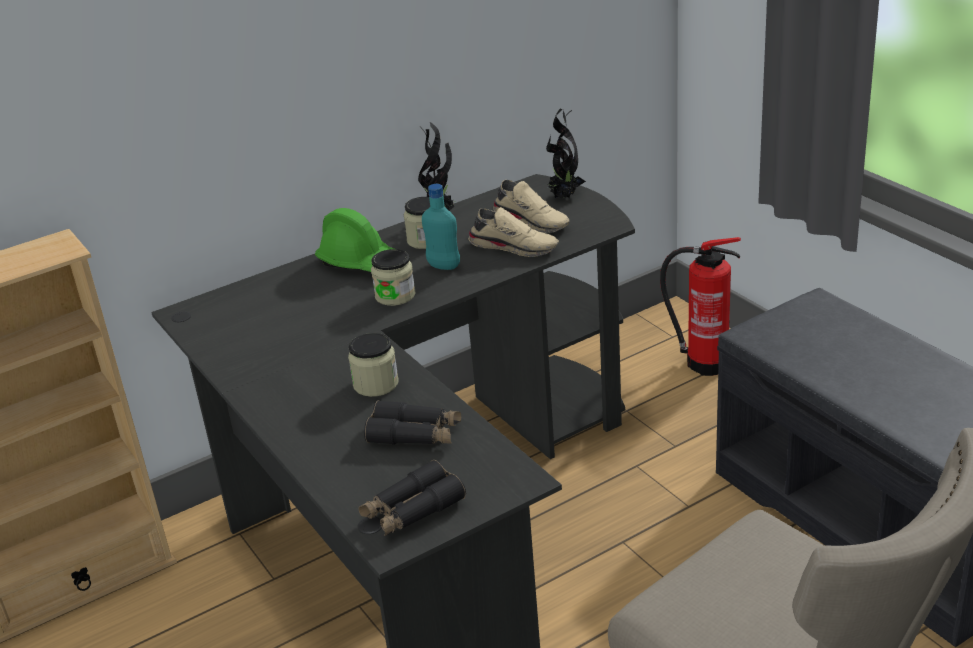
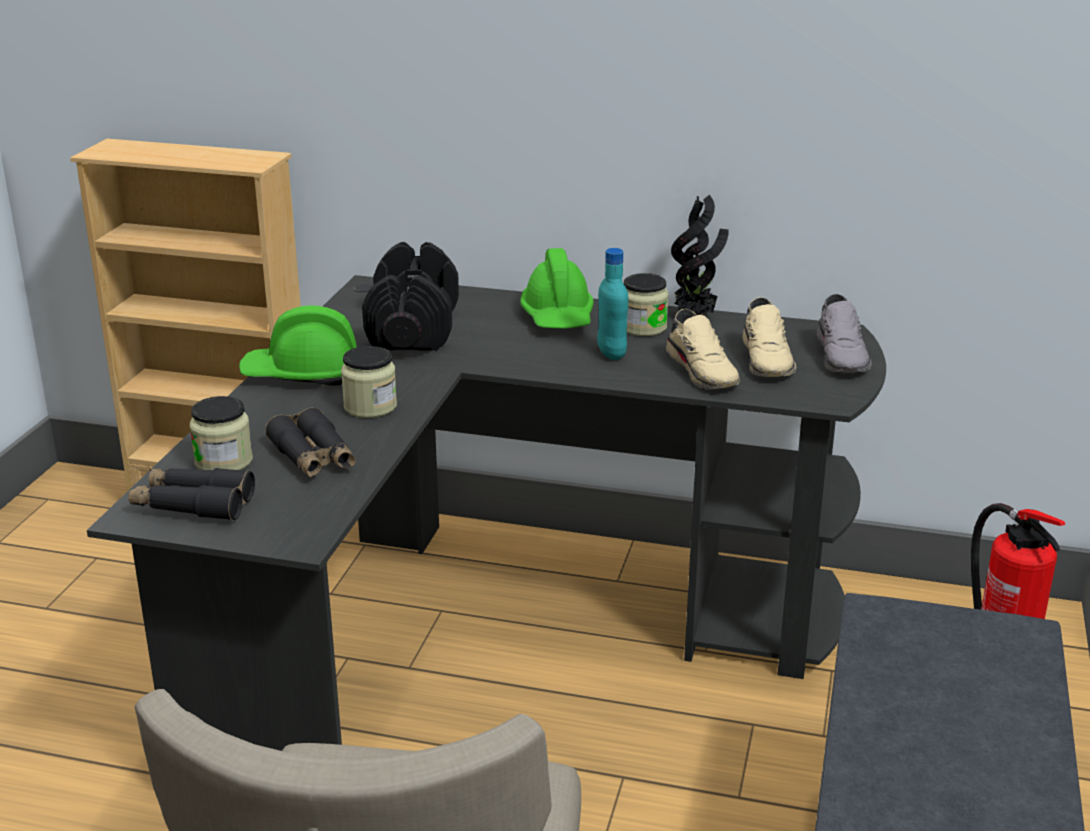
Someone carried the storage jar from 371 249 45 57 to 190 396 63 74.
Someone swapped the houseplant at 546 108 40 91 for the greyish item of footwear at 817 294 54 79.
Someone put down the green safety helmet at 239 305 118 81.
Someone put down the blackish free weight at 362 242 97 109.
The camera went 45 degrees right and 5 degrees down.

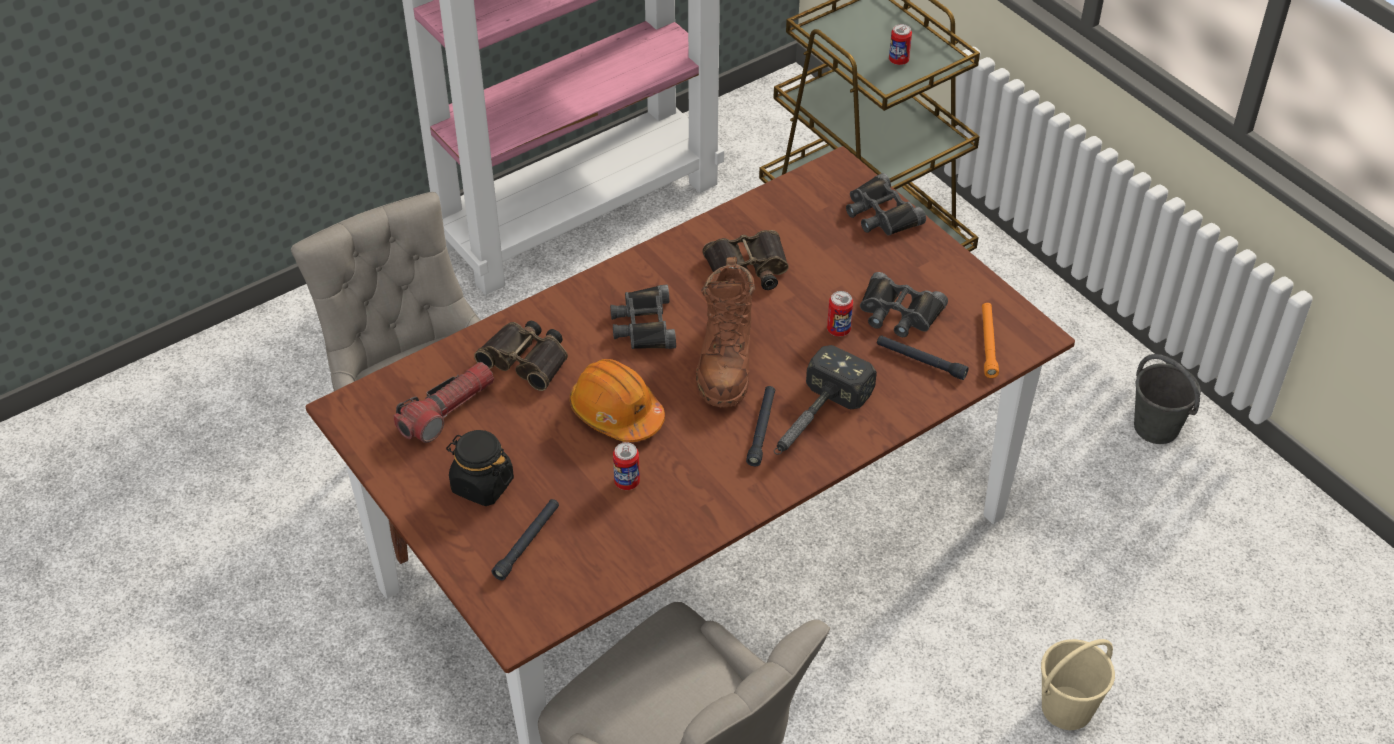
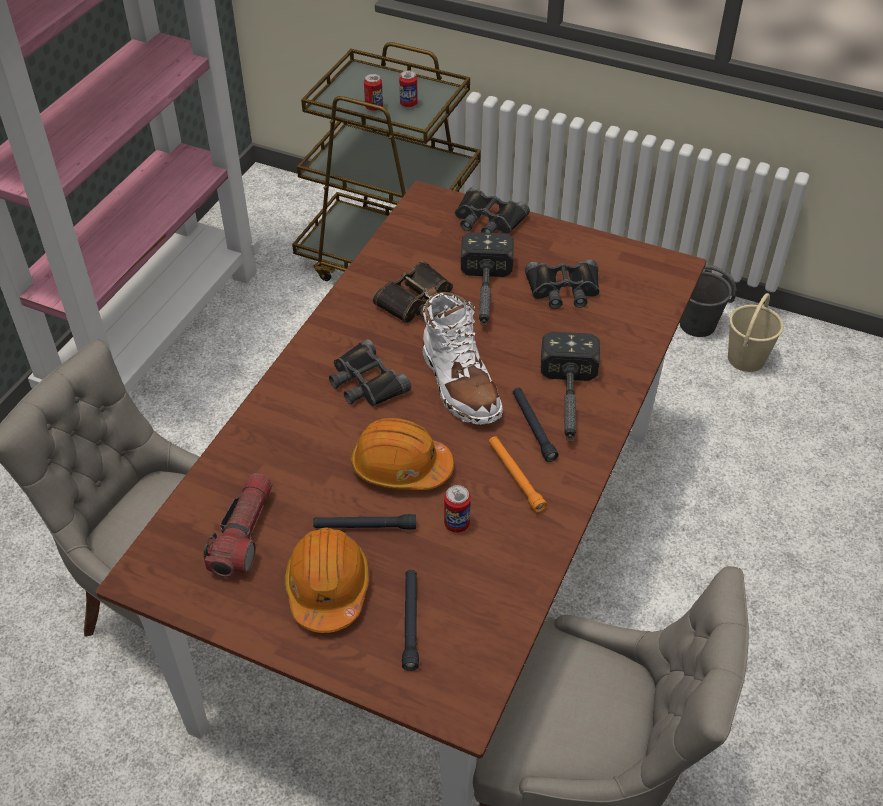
Someone swapped the blackish storage jar at 446 430 68 76 for the orange safety helmet at 284 527 85 106.
Someone took away the field glasses at 474 321 94 70.
Someone repainted the brownish boot at 696 256 59 151, which became the white boot at 423 286 80 139.
Someone carried the metal can from 827 291 26 45 to 364 74 19 37.
Someone carried the blackish torch from 877 335 92 45 to 313 514 103 16.
Someone carried the orange torch from 982 303 17 75 to 489 436 58 77.
Someone carried the beige-coloured pail from 1041 639 74 91 to 728 293 55 79.
Someone put down the hand hammer at 461 232 53 94.
The camera went 30 degrees left and 0 degrees up.

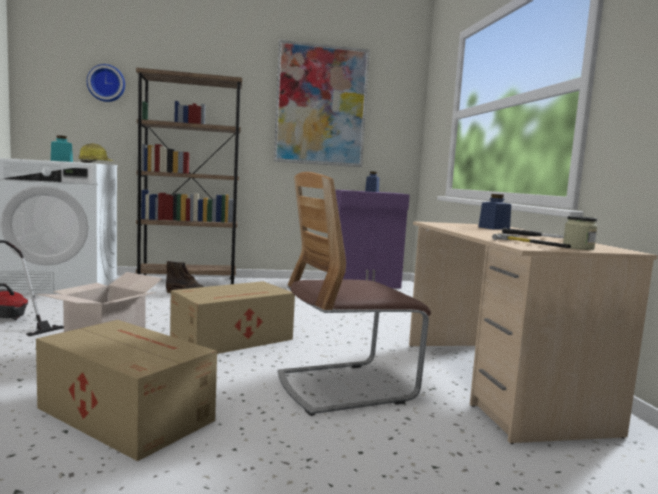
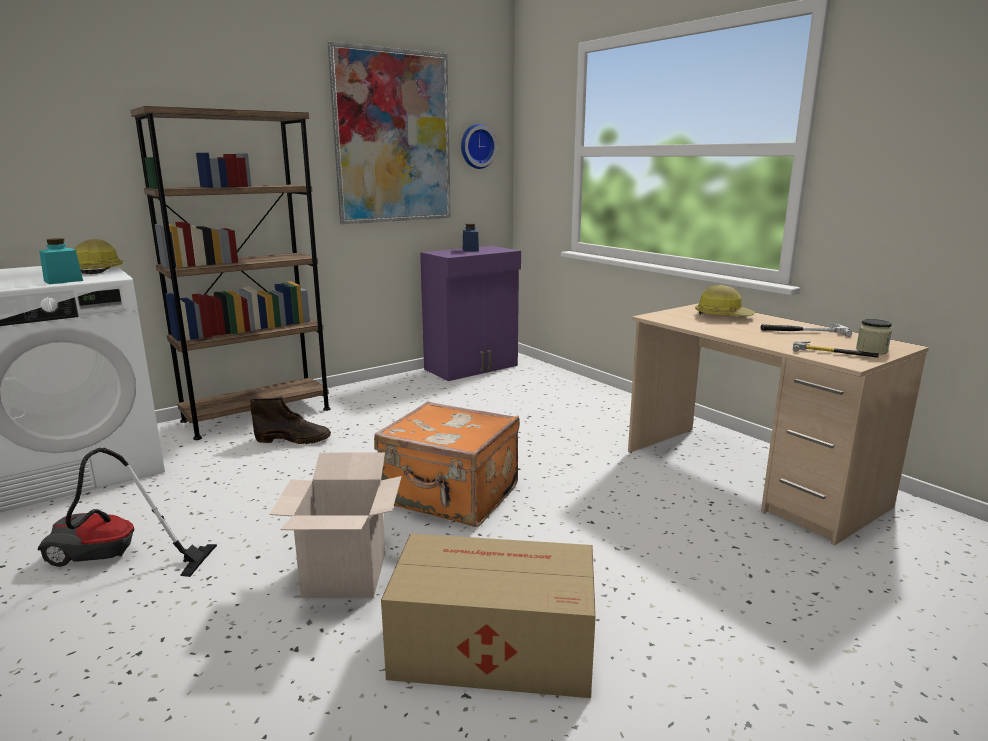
Someone carried the wall clock from 87 64 38 38 to 461 124 36 45.
Someone swapped the carton at 170 281 125 73 for the orange piece of luggage at 374 401 146 126.
Someone took away the chair at 277 172 154 244.
Someone swapped the blue-coloured storage jar at 478 194 33 36 for the safety helmet at 695 285 60 31.
The camera went 25 degrees left and 10 degrees up.

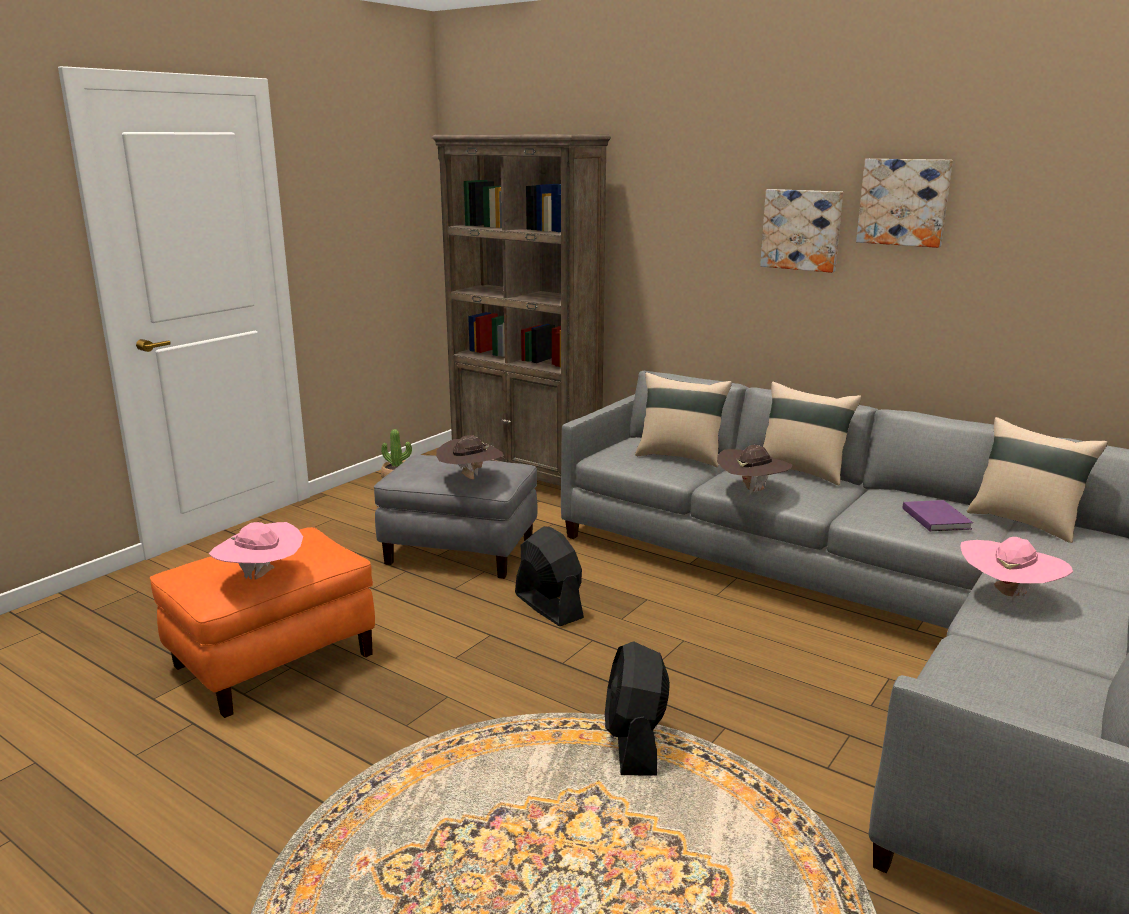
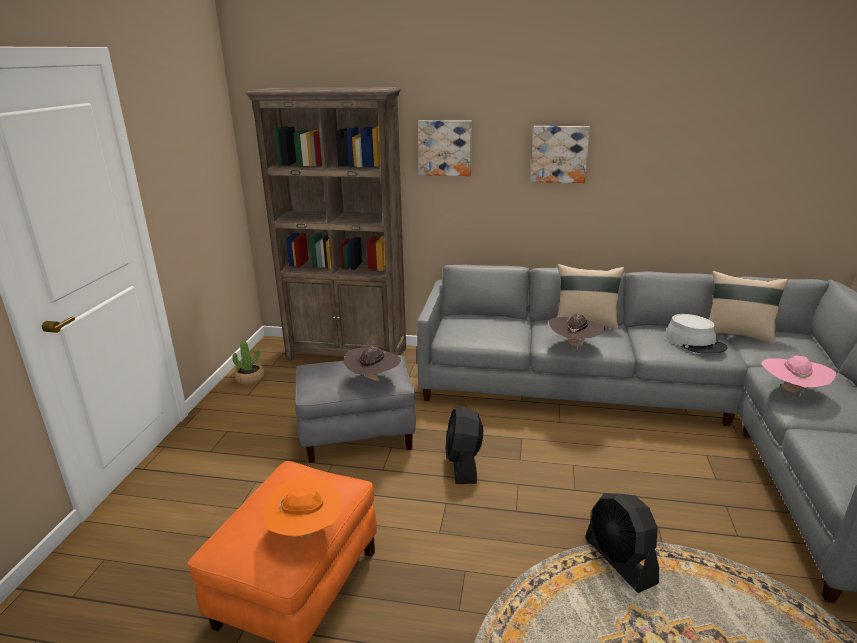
Someone repainted the pink wearable hat at 209 522 94 58, which became the orange wearable hat at 263 474 80 64.
Someone rotated the blackish electric fan at 515 526 69 100 by 120 degrees counterclockwise.
Someone took away the beige-coloured throw pillow at 635 372 97 95.
Someone carried the wall picture from 856 159 97 89 to 418 120 54 56.
Someone swapped the purple volume at 903 500 70 31 for the greyish wearable hat at 665 314 63 39.
The camera went 25 degrees left and 5 degrees up.

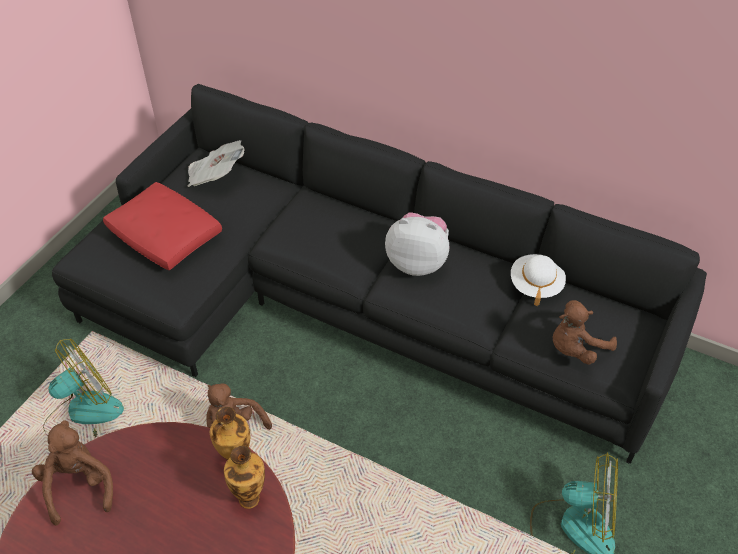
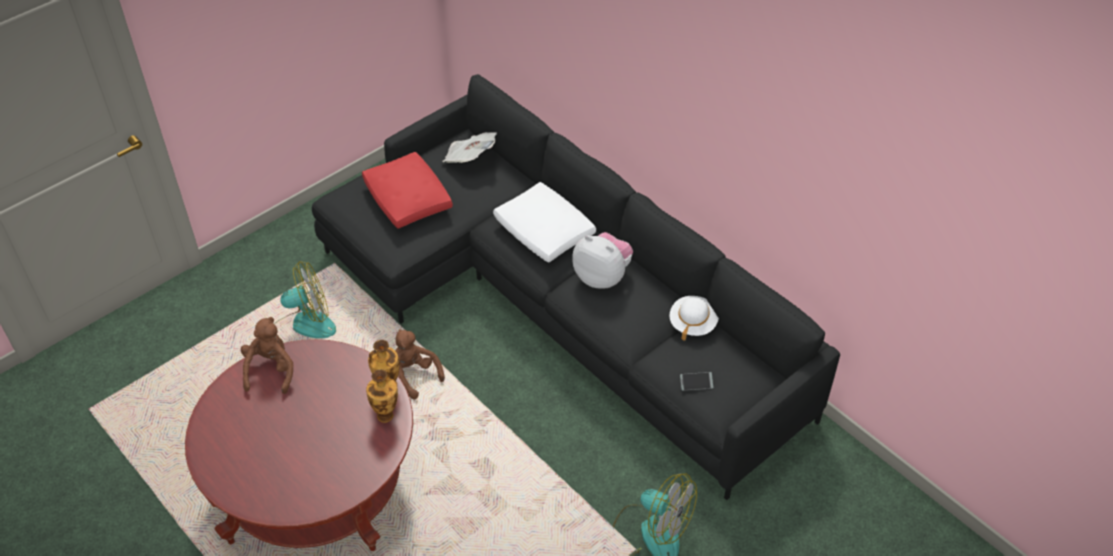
Someone swapped the brownish plush toy at 552 300 65 65 for the phone at 680 372 33 19.
Someone put down the white throw pillow at 493 182 103 80.
The camera went 20 degrees right and 0 degrees up.

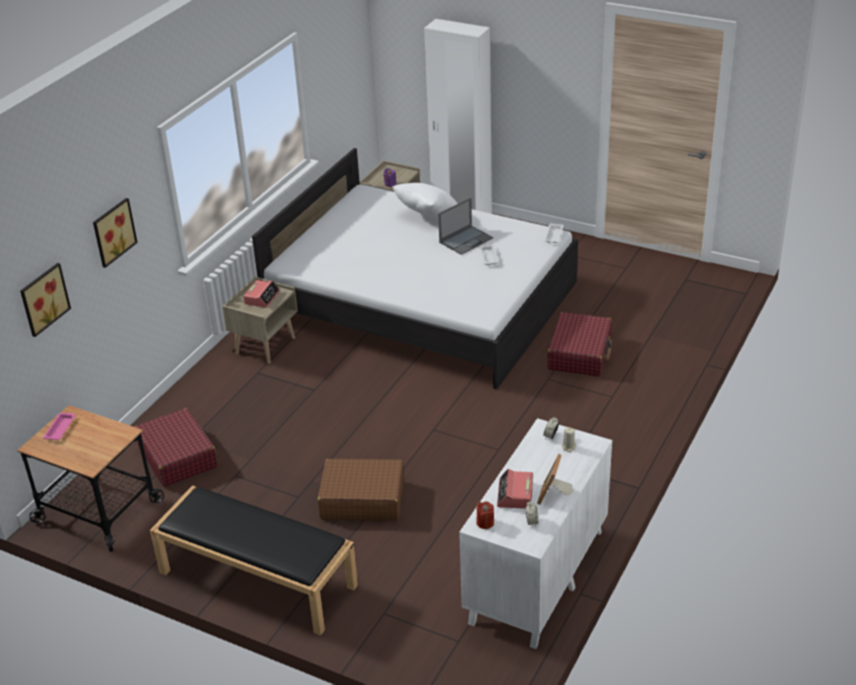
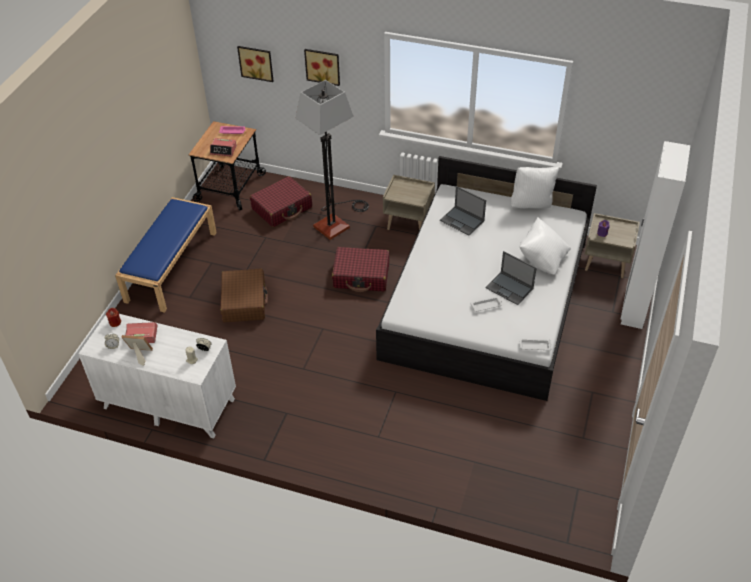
Someone repainted the blackish long seat at 150 485 208 151, which became the blue-coloured long seat at 115 197 102 116.
Someone carried the bedside clock from 243 280 37 28 to 210 138 27 19.
Someone carried the reddish piece of luggage from 547 312 65 65 to 332 247 57 45.
Someone put down the standard lamp at 296 80 73 160.
Someone put down the laptop at 440 186 46 49.
Someone put down the white throw pillow at 511 167 48 42.
The camera went 80 degrees right and 10 degrees up.

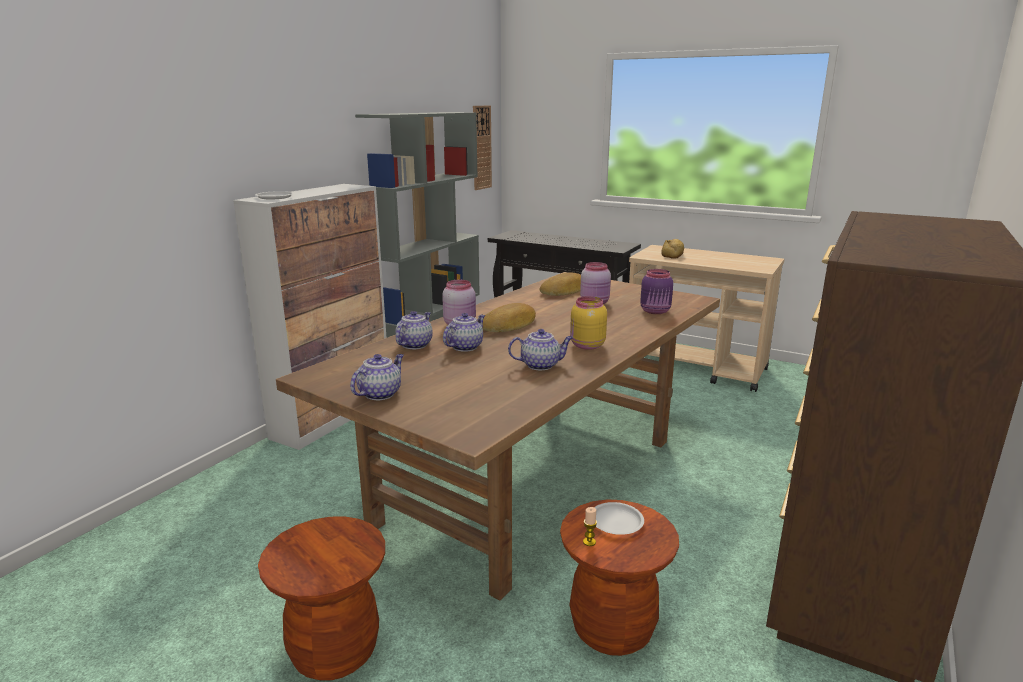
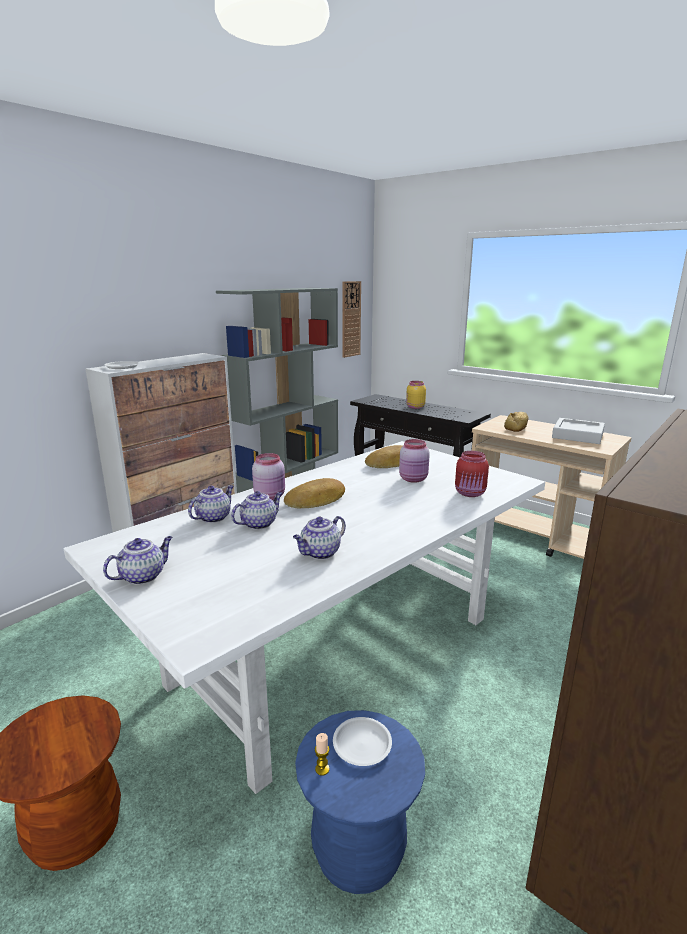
Someone repainted the brownish dinner table at 276 272 444 329, which became the white dinner table at 64 441 481 353.
Someone rotated the pot for tea at 508 329 65 41 by 135 degrees clockwise.
Someone repainted the brownish stool at 560 499 119 157, which became the blue-coloured stool at 295 710 130 184.
Someone carried the yellow storage jar from 570 296 37 54 to 406 381 20 28.
Someone repainted the purple storage jar at 640 269 33 45, which became the reddish storage jar at 455 451 34 46.
Someone put down the greyish carrying tray at 552 418 53 26.
The camera went 10 degrees right and 0 degrees up.

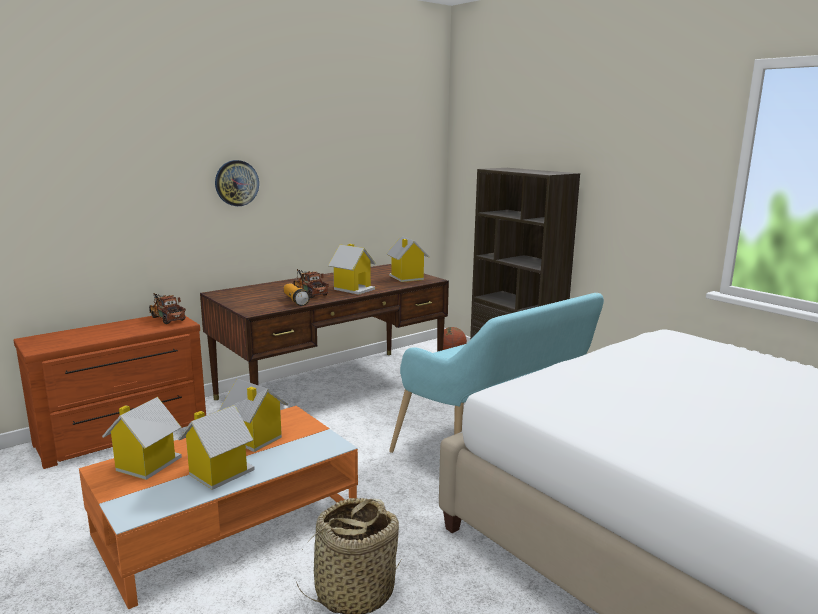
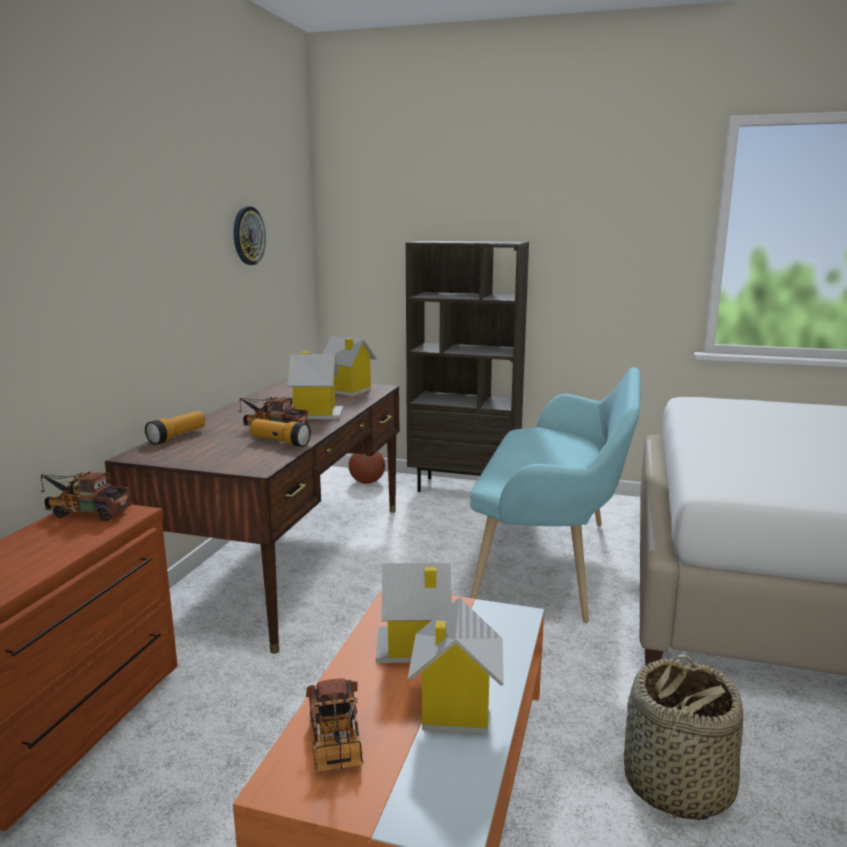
Someone swapped the miniature house at 102 397 80 83 for the toy lorry at 306 679 58 93.
Someone carried the wall clock from 215 160 44 46 to 234 206 32 59.
Someone put down the torch at 145 411 60 33.
The camera went 35 degrees left and 0 degrees up.

